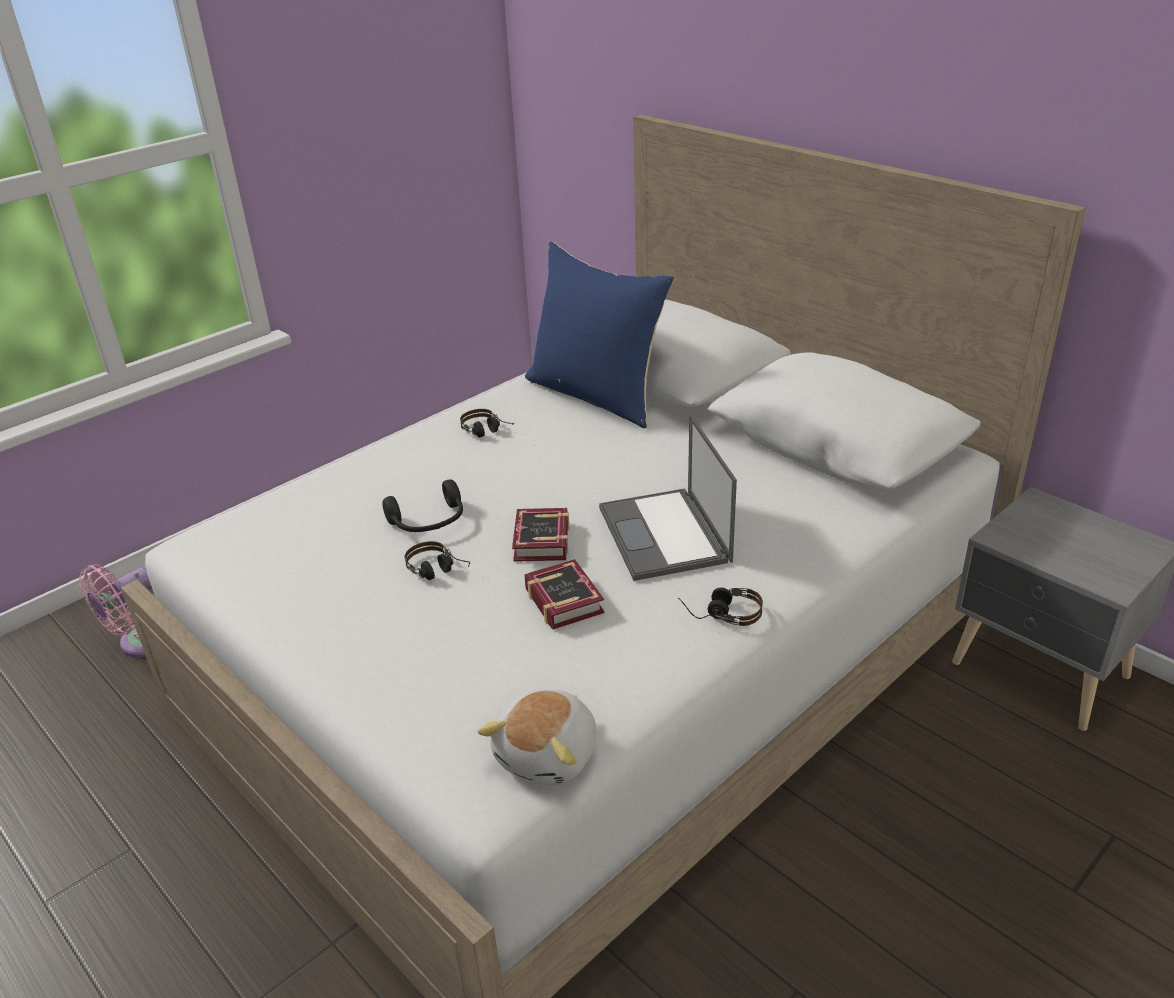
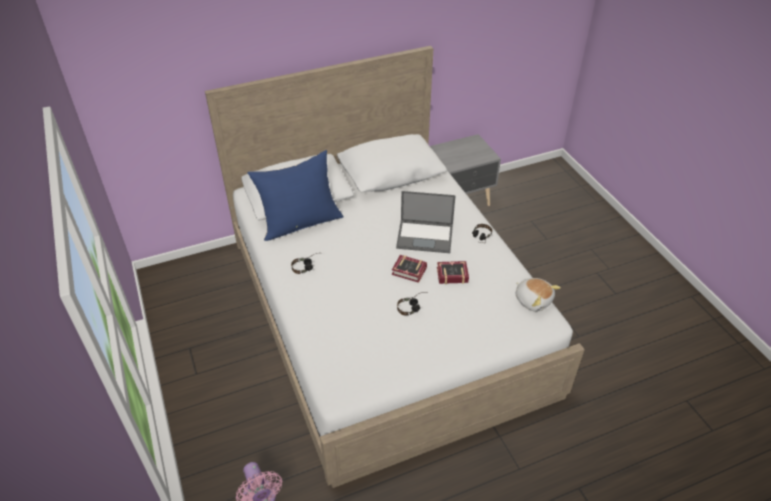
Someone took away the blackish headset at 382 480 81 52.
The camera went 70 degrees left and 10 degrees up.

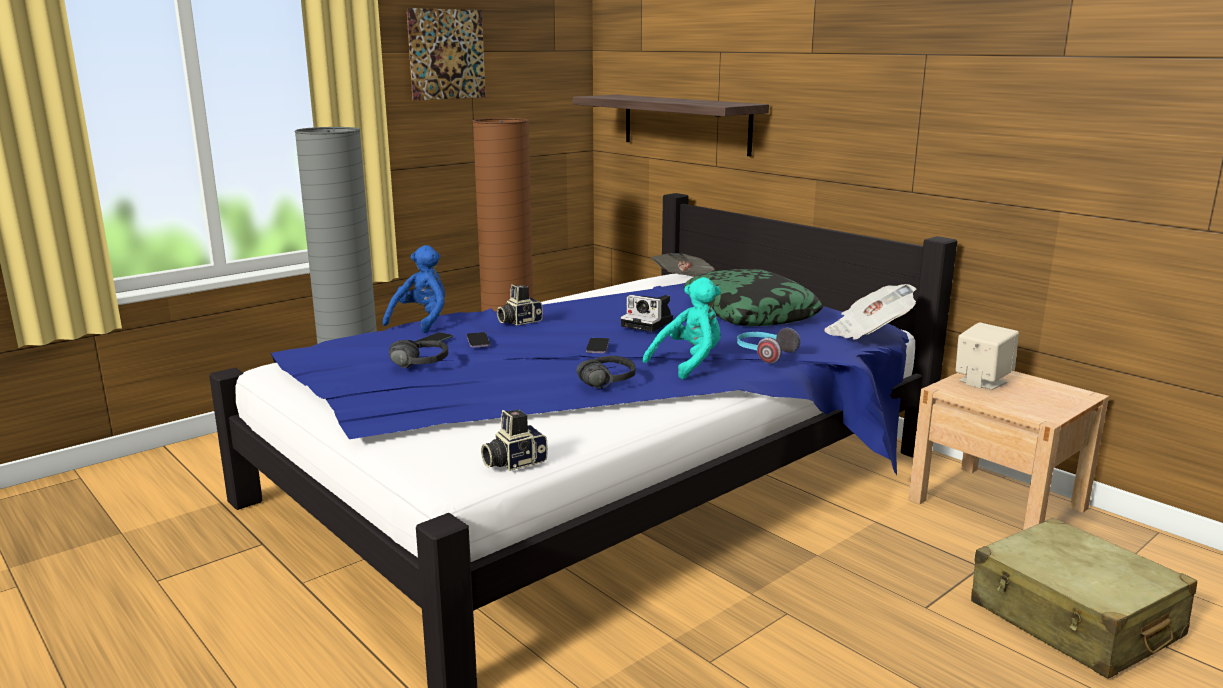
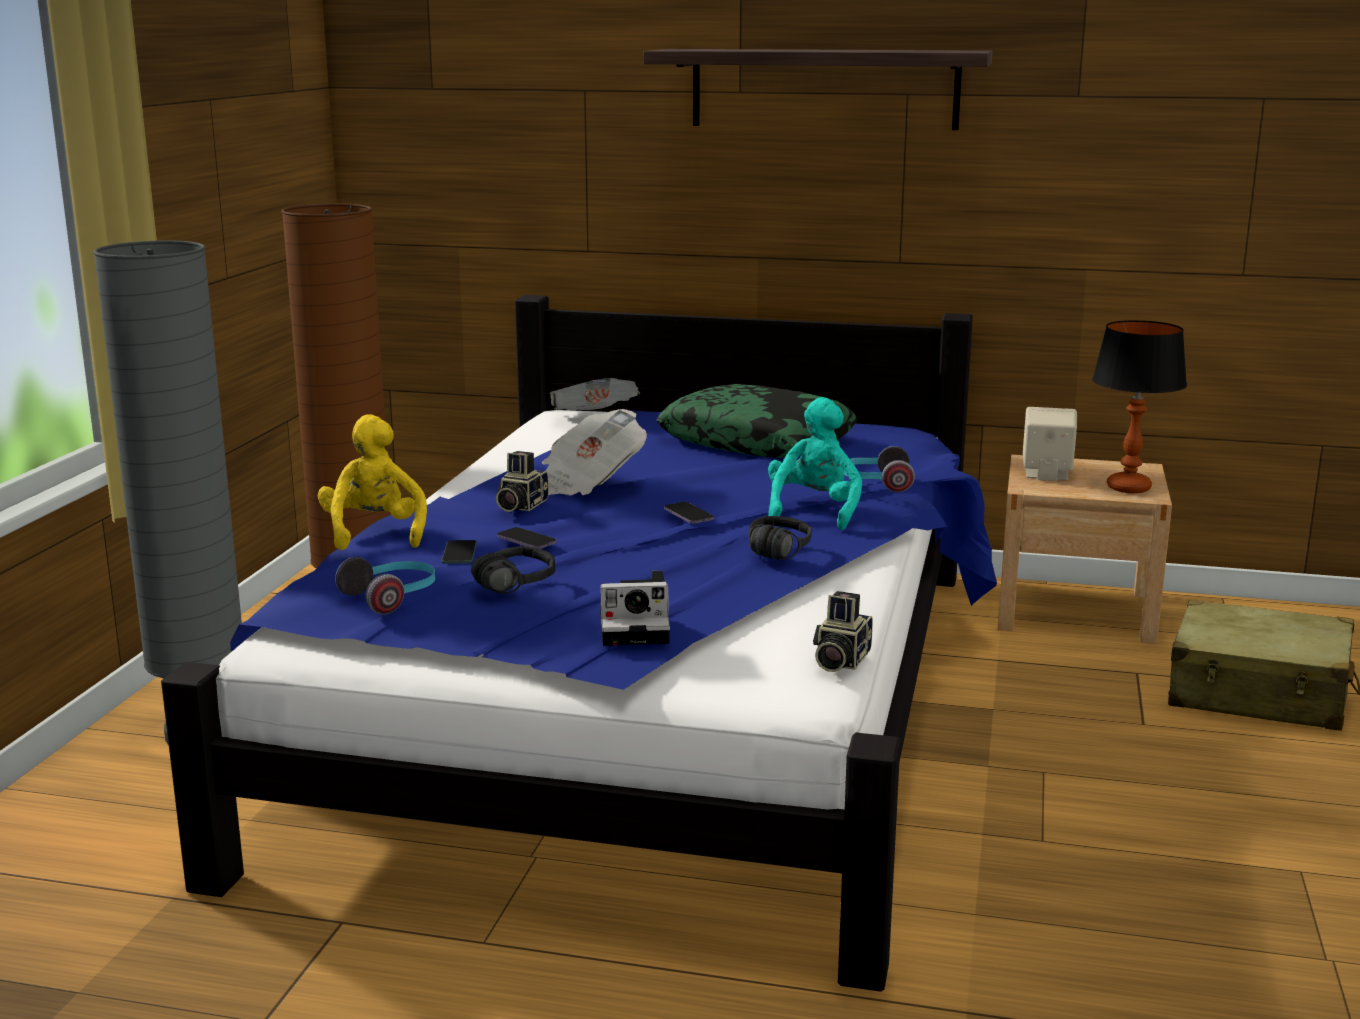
Someone repainted the blue-coloured plush toy at 383 245 62 88, which became the yellow plush toy at 318 414 109 136.
Someone took away the wall picture at 406 8 79 92.
Someone carried the shelf from 573 95 196 61 to 644 49 348 81.
Someone carried the photo camera from 621 295 52 37 to 600 570 70 76.
Someone carried the daily paper from 825 284 91 56 to 542 409 105 86.
Someone put down the headset at 335 557 100 57.
Someone put down the lamp for a table at 1092 320 95 173.
The camera went 35 degrees left and 0 degrees up.

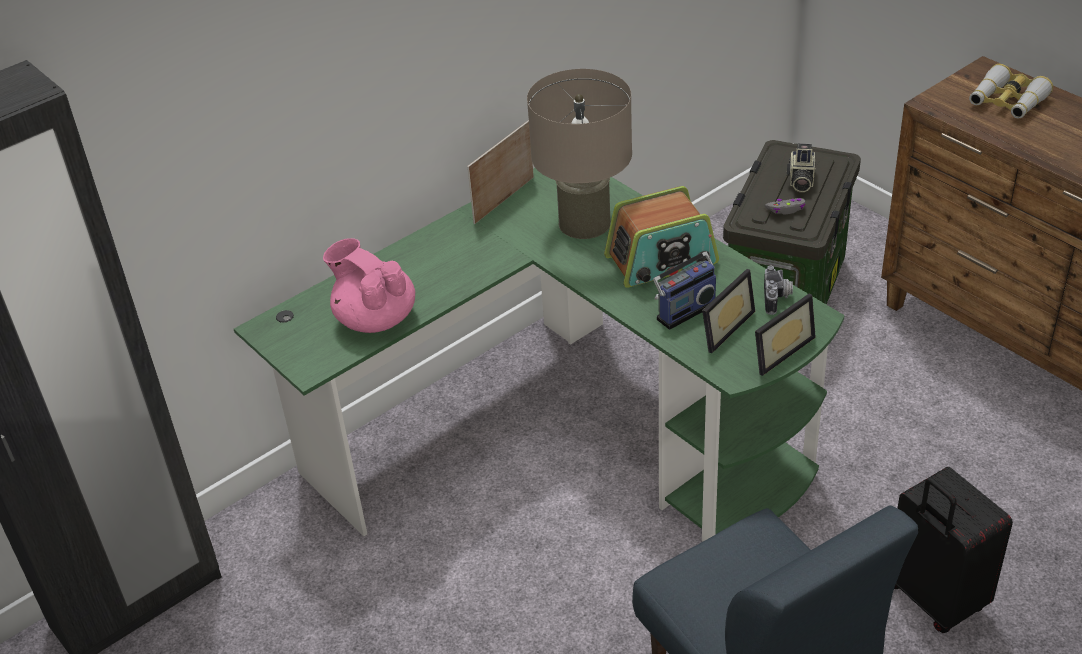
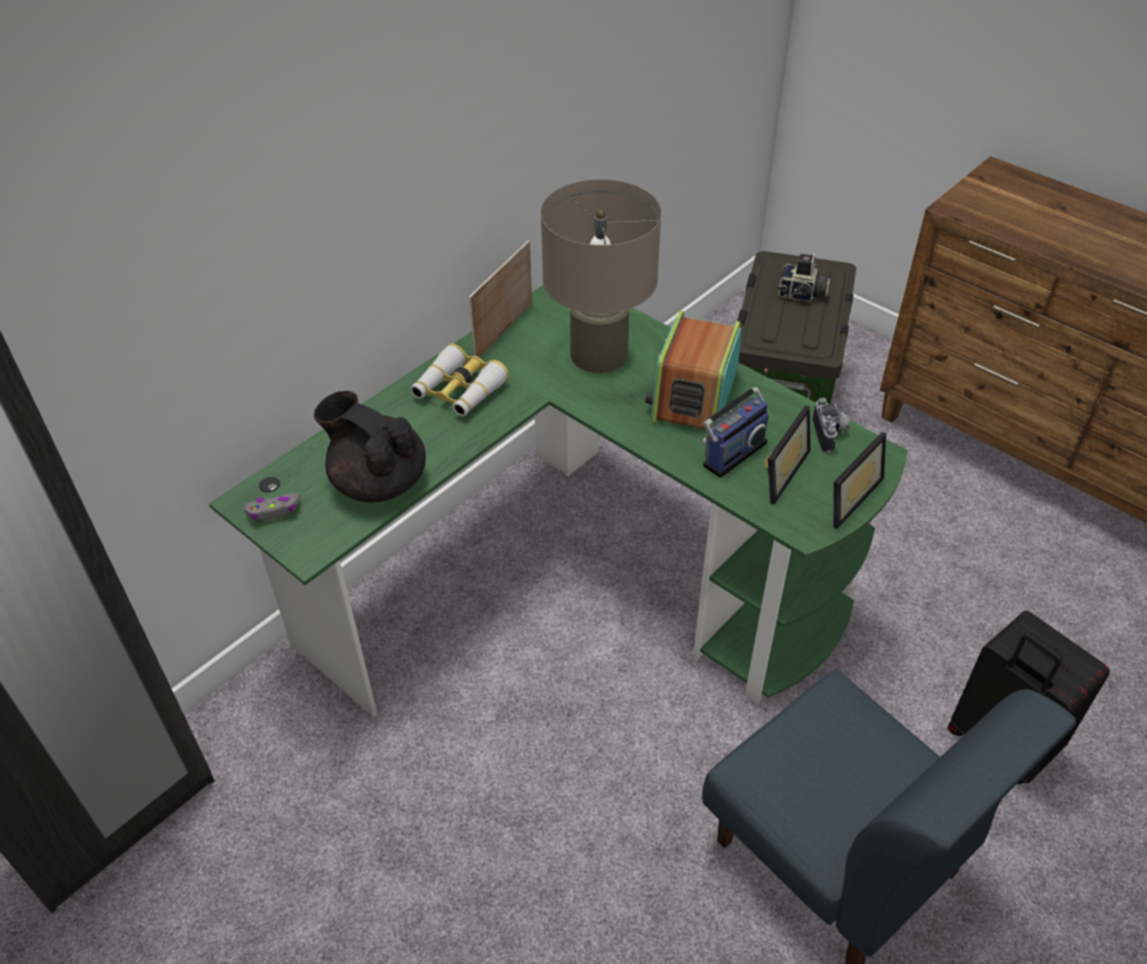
Someone repainted the pink pot for tea at 323 238 92 95, which became the blackish pot for tea at 314 391 112 111.
Someone rotated the radio set at 604 186 115 102 by 135 degrees clockwise.
Someone carried the greyish joypad from 765 198 41 16 to 244 492 56 28.
Someone rotated the photo camera at 787 143 29 49 by 75 degrees counterclockwise.
Someone carried the field glasses from 969 64 84 55 to 410 344 99 73.
The camera went 10 degrees left and 5 degrees up.

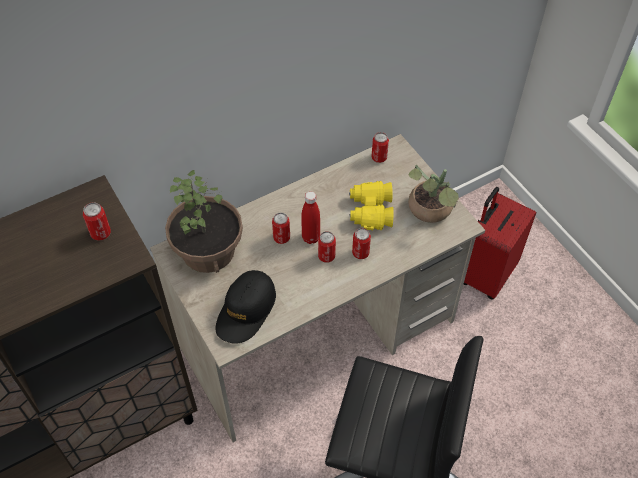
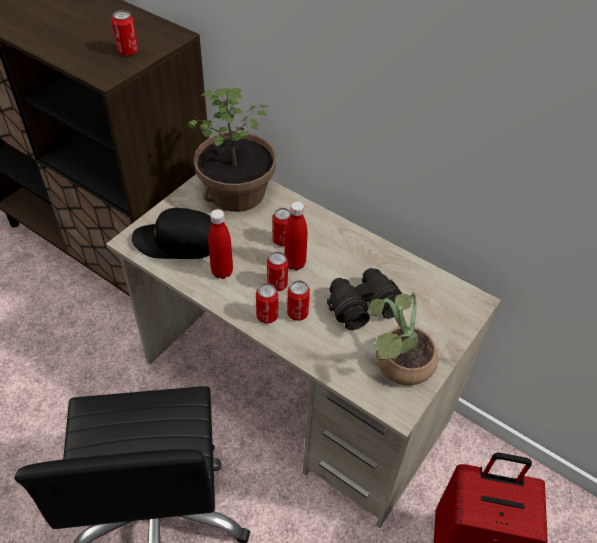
Someone repainted the yellow field glasses at 349 181 45 49, which became the blackish field glasses at 327 268 77 62.
Someone carried the metal can from 371 132 18 31 to 256 283 22 41.
Someone put down the reddish drink bottle at 208 209 25 70.
The camera went 65 degrees right and 5 degrees down.

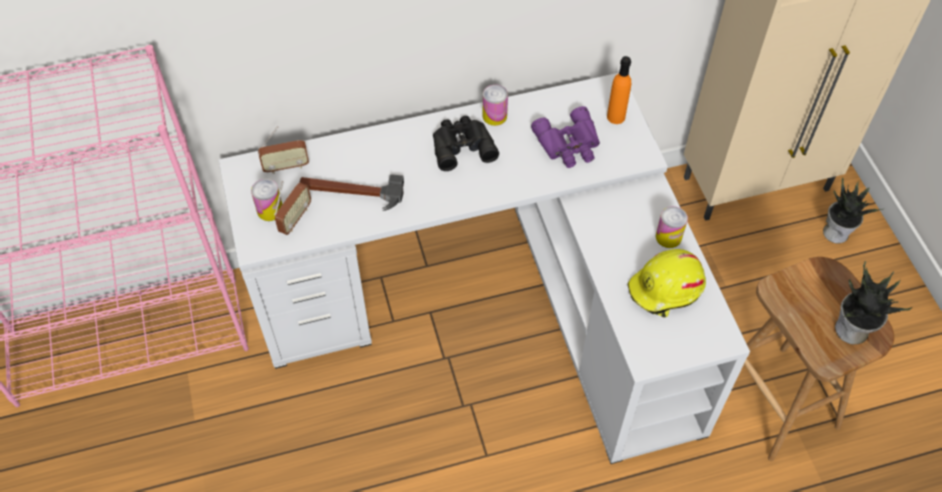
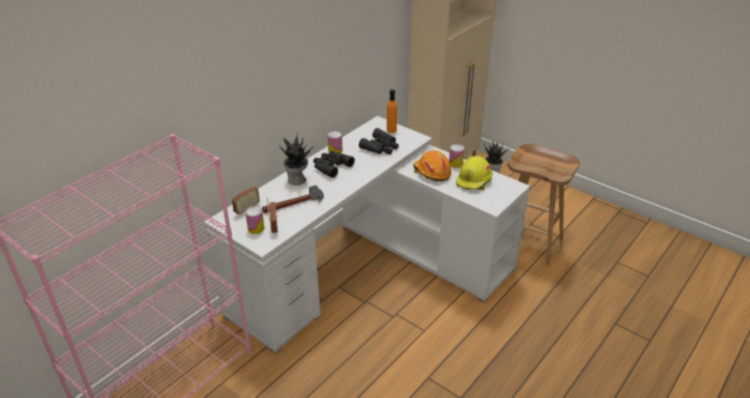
Someone repainted the purple field glasses at 531 106 69 62, which became the blackish field glasses at 359 128 40 26.
Someone carried the houseplant from 835 261 78 83 to 279 133 35 52.
Someone put down the orange safety helmet at 413 150 38 31.
The camera went 35 degrees left and 20 degrees down.

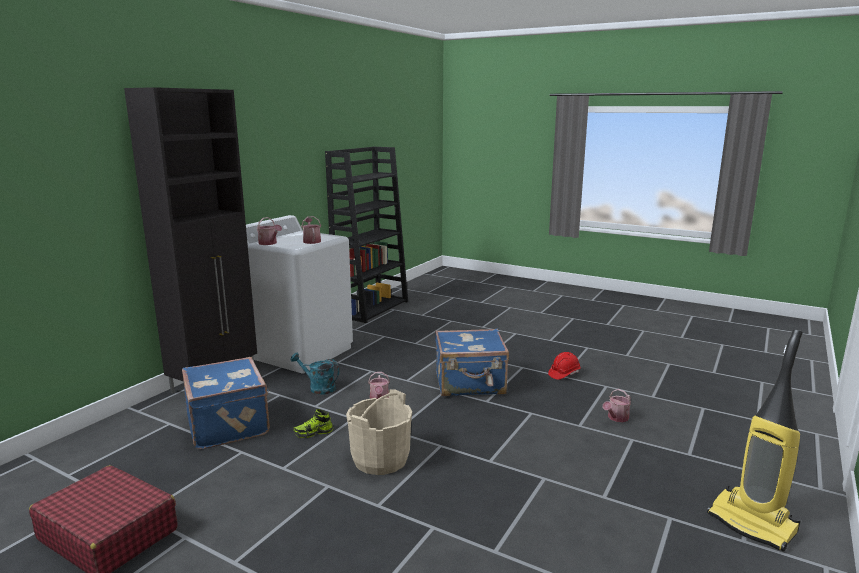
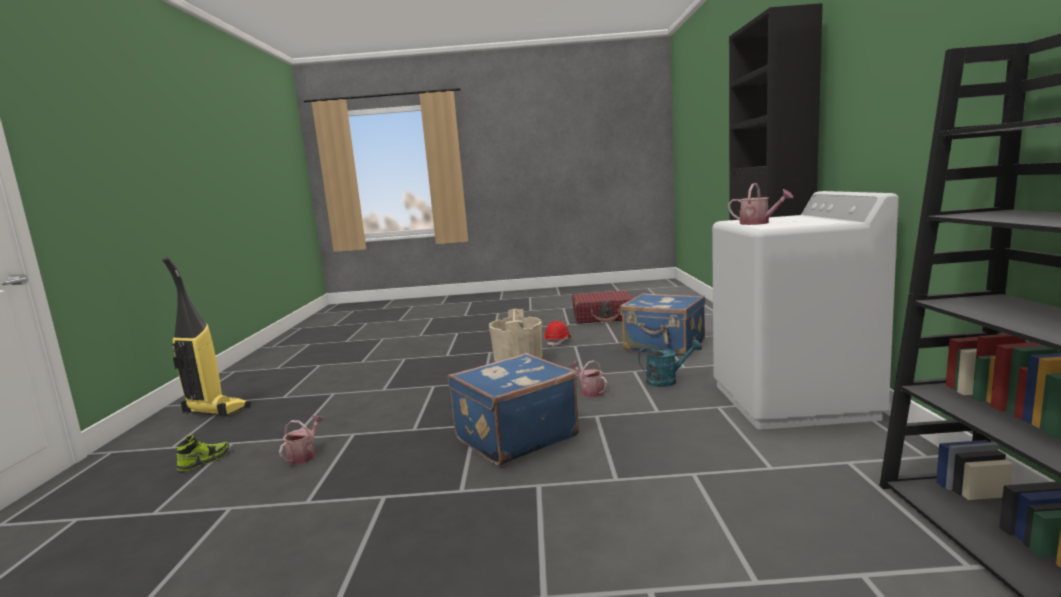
Someone took away the sprinkling can at 257 217 25 28.
Someone carried the item of footwear from 293 409 40 29 to 176 435 53 36.
Someone carried the reddish safety helmet from 548 352 33 28 to 544 321 27 26.
The camera went 150 degrees right and 5 degrees down.

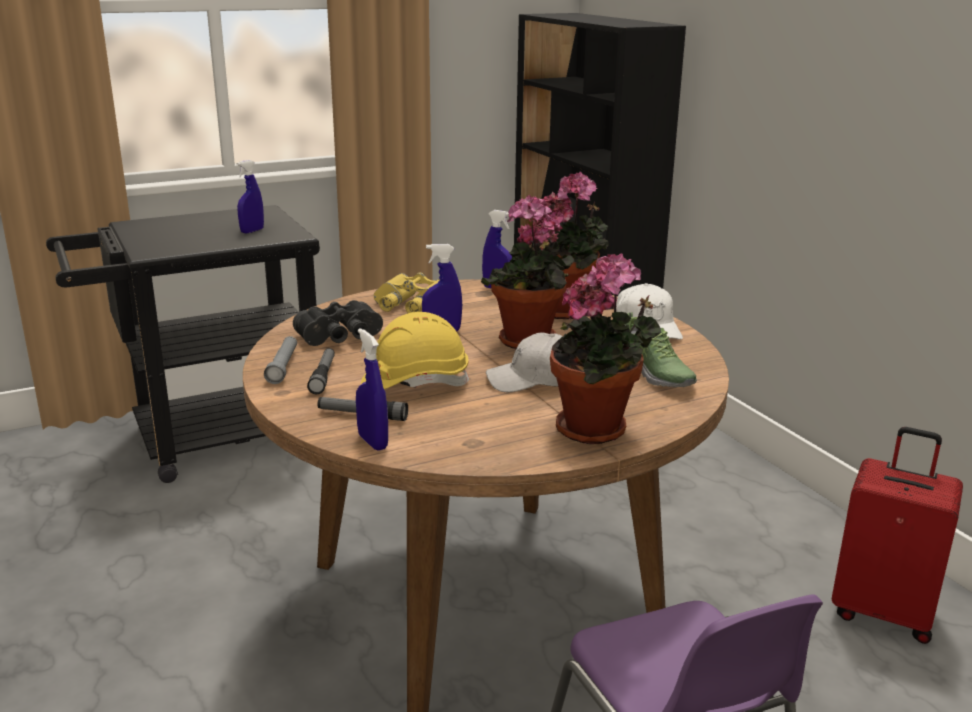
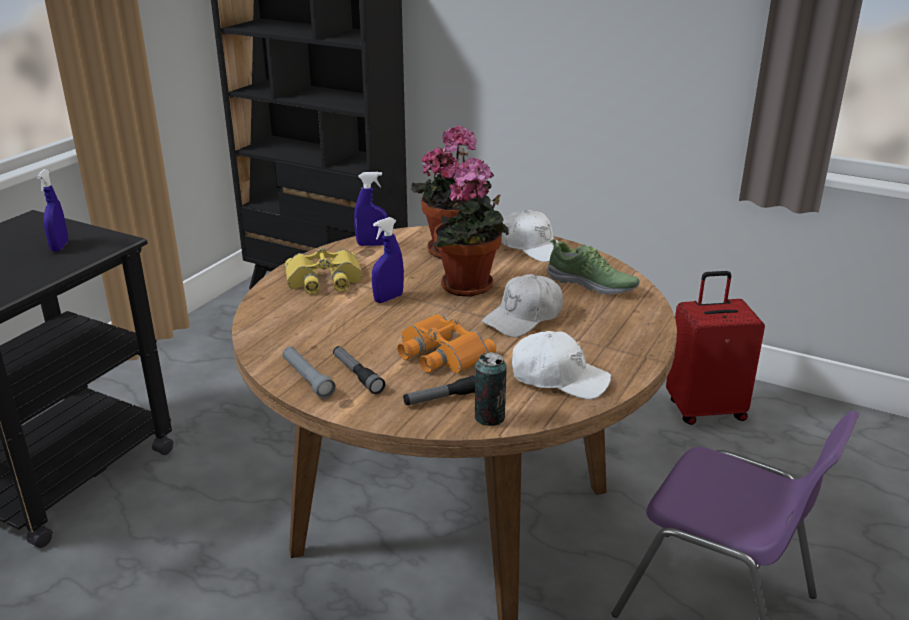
Someone took away the blackish field glasses at 293 300 90 46.
Someone swapped the blue-coloured spray bottle at 356 328 32 123 for the metal can at 475 352 32 74.
Someone swapped the yellow safety helmet at 361 312 108 77 for the orange field glasses at 397 313 99 60.
Someone took away the houseplant at 550 253 111 191.
Someone put down the white baseball cap at 512 331 99 69.
The camera went 35 degrees left and 5 degrees up.

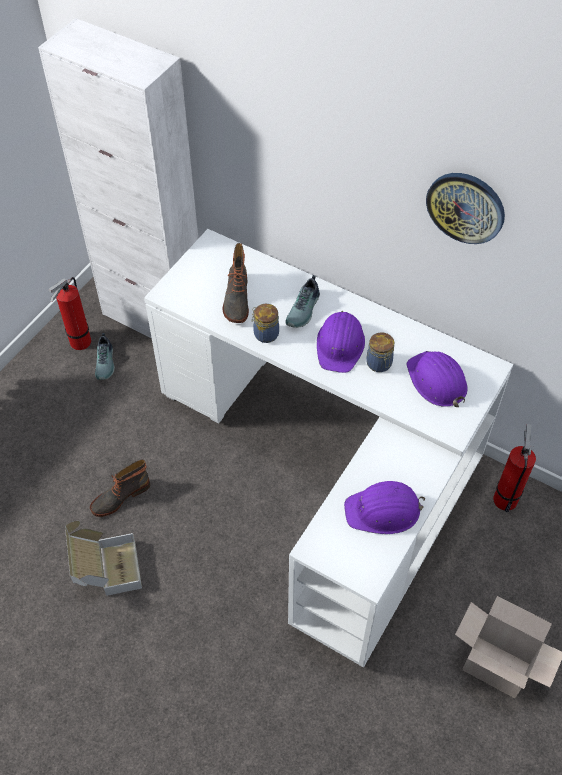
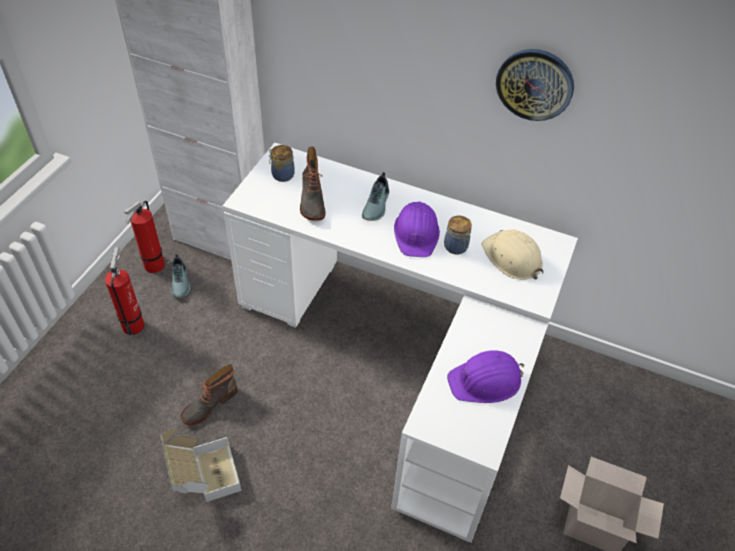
Someone carried the storage jar from 252 304 27 39 to 269 145 26 37.
Someone repainted the purple safety helmet at 407 351 61 56, which became the beige-coloured safety helmet at 481 230 62 50.
Someone carried the extinguisher from 493 424 43 88 to 105 247 39 88.
The camera went 10 degrees left and 5 degrees down.

